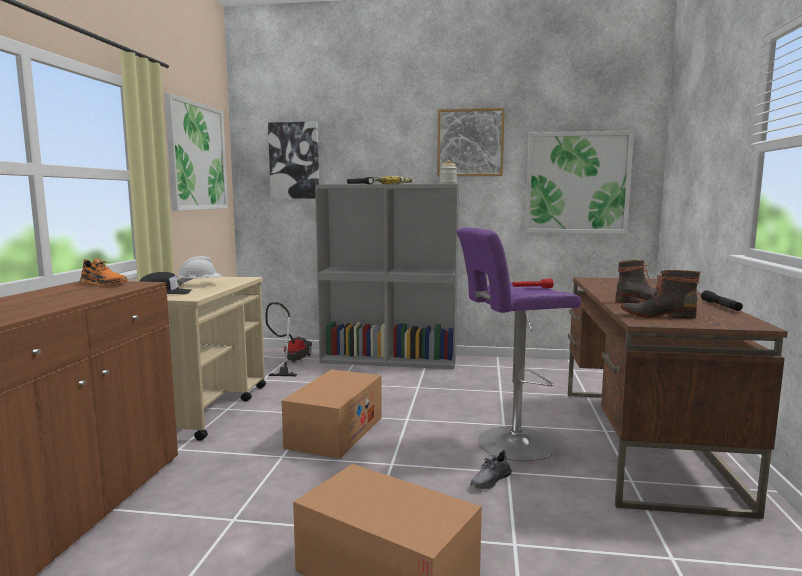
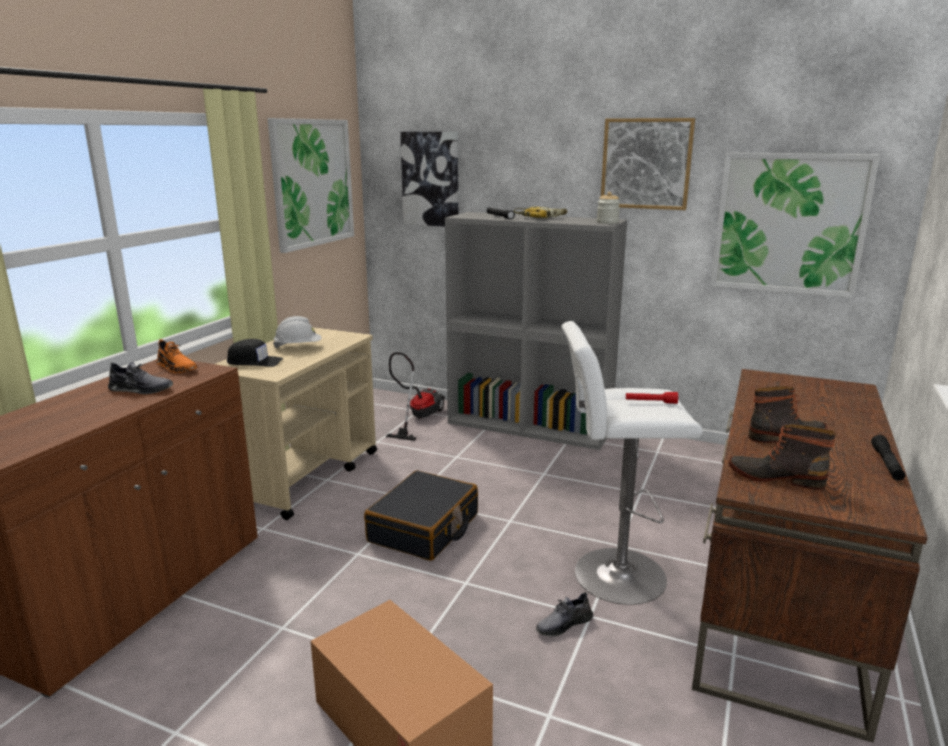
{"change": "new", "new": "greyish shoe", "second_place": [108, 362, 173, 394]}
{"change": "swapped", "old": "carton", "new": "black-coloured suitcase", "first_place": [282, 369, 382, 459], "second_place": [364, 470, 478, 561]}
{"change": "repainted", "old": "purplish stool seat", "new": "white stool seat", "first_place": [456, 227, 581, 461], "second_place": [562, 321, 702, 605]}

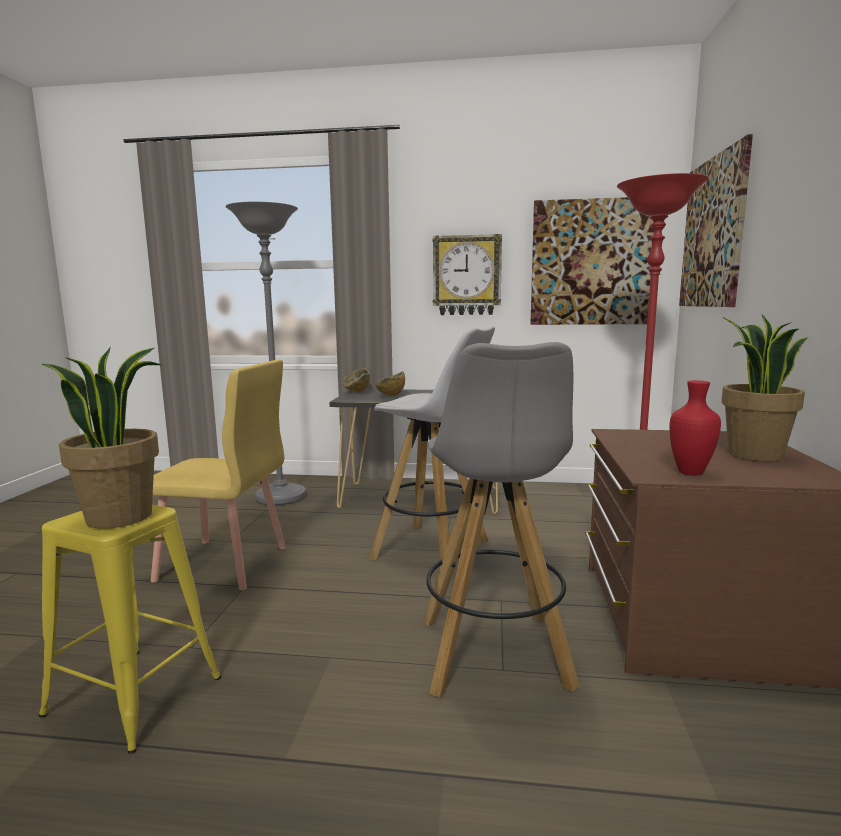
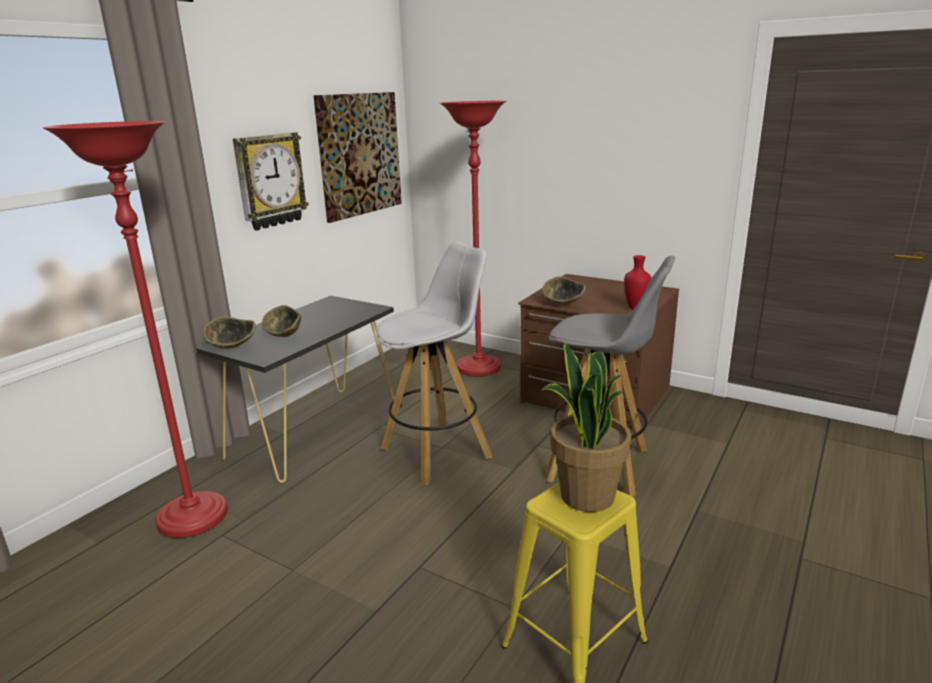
{"change": "repainted", "old": "greyish floor lamp", "new": "red-coloured floor lamp", "first_place": [226, 202, 306, 505], "second_place": [42, 121, 228, 538]}
{"change": "new", "new": "serving bowl", "second_place": [543, 276, 586, 305]}
{"change": "gone", "old": "yellowish chair", "first_place": [151, 360, 286, 590]}
{"change": "gone", "old": "picture", "first_place": [679, 134, 753, 307]}
{"change": "gone", "old": "plant in a pot", "first_place": [721, 315, 808, 461]}

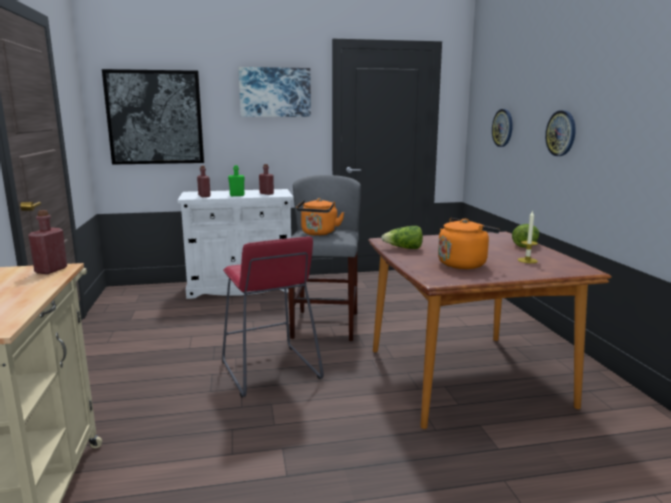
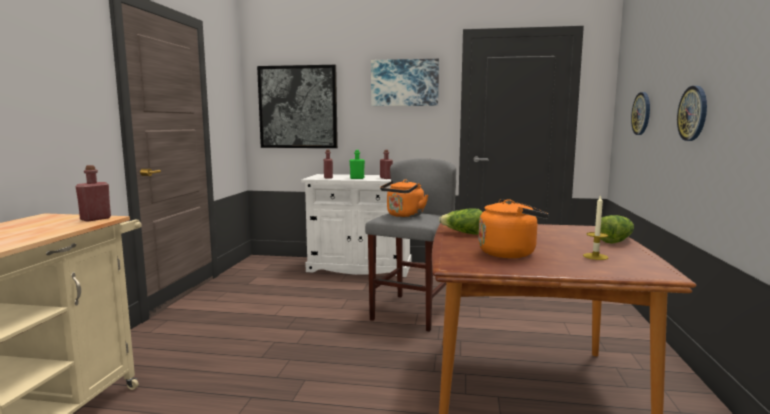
{"change": "gone", "old": "red-coloured stool seat", "first_place": [222, 236, 324, 397]}

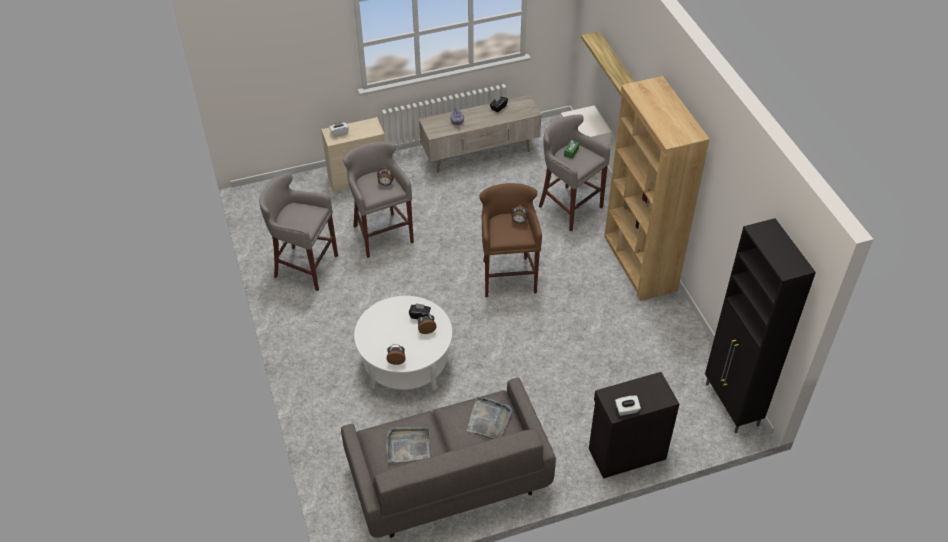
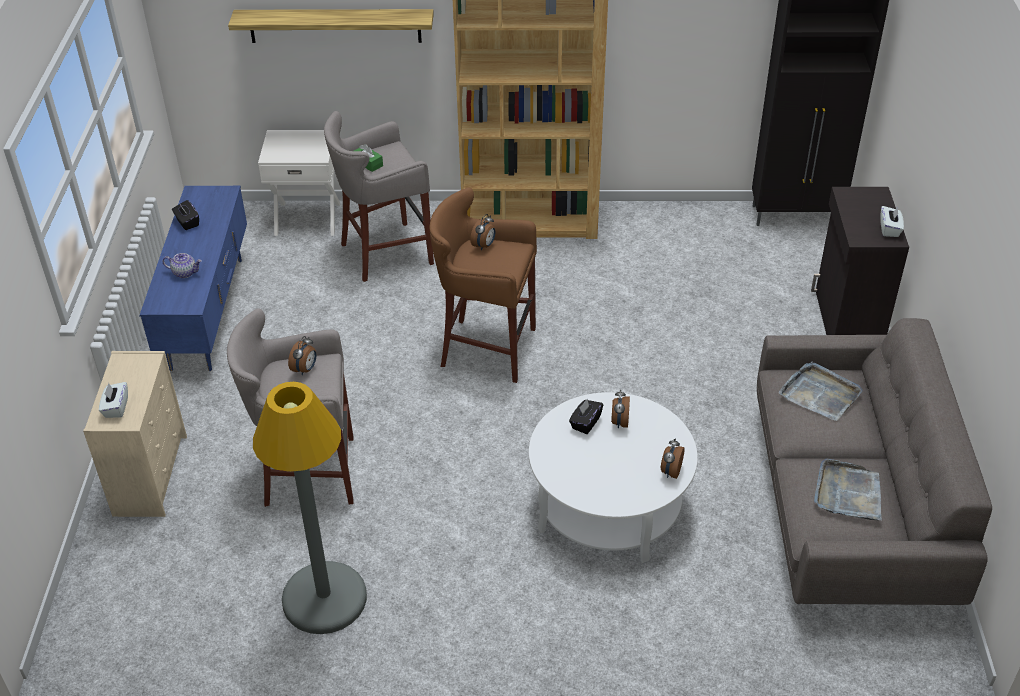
{"change": "repainted", "old": "sand-coloured tv unit", "new": "blue-coloured tv unit", "first_place": [419, 95, 542, 173], "second_place": [139, 186, 247, 371]}
{"change": "swapped", "old": "greyish stool seat", "new": "greyish floor lamp", "first_place": [259, 172, 338, 291], "second_place": [253, 382, 367, 634]}

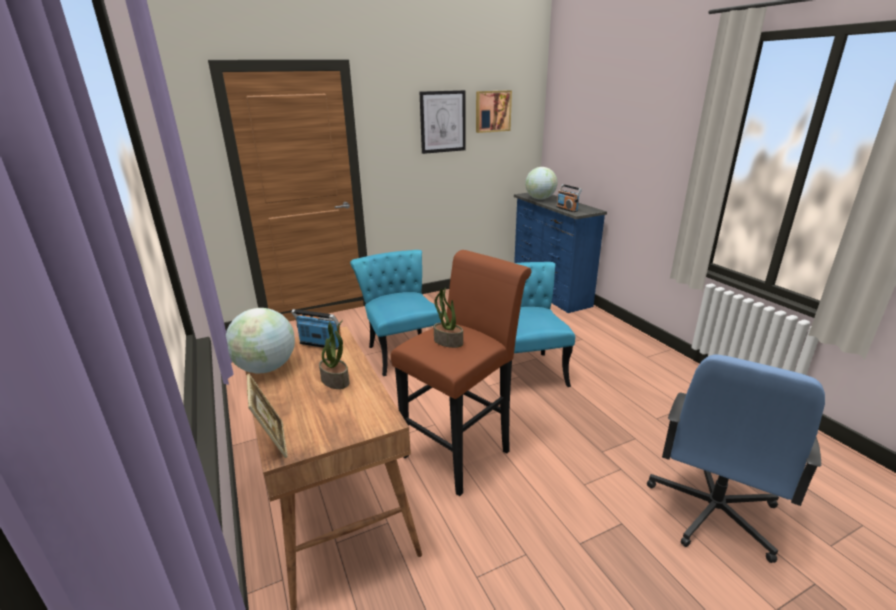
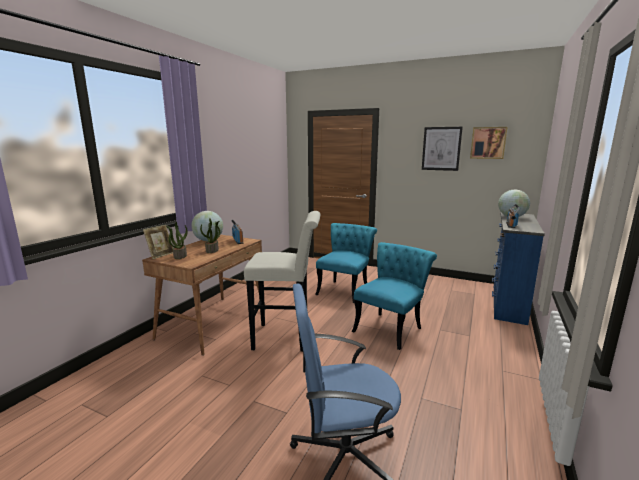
{"change": "shifted", "old": "plant in a pot", "first_place": [434, 288, 463, 348], "second_place": [166, 222, 188, 259]}
{"change": "repainted", "old": "brown stool seat", "new": "white stool seat", "first_place": [391, 250, 532, 496], "second_place": [244, 211, 321, 352]}

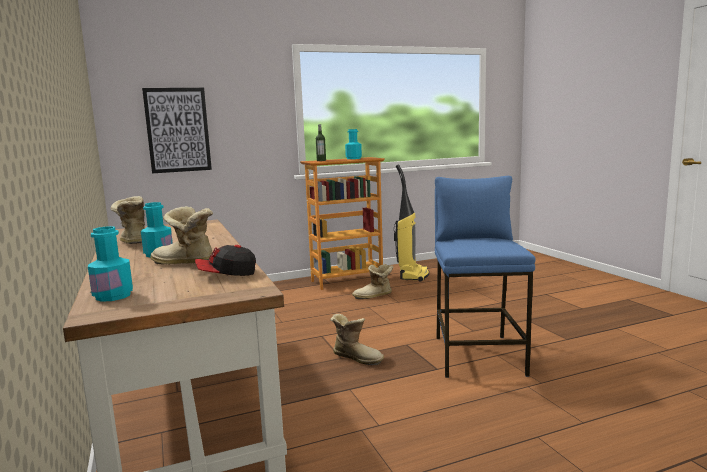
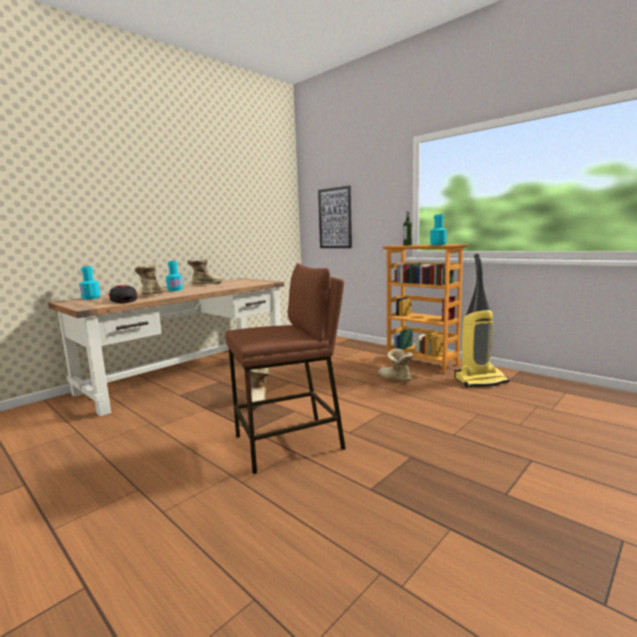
{"change": "repainted", "old": "blue-coloured stool seat", "new": "brown stool seat", "first_place": [435, 176, 536, 378], "second_place": [225, 263, 346, 474]}

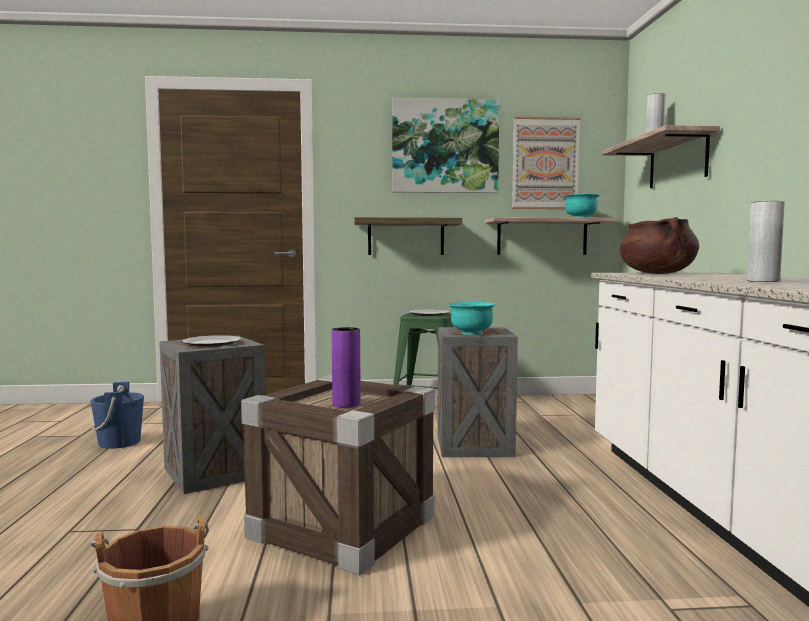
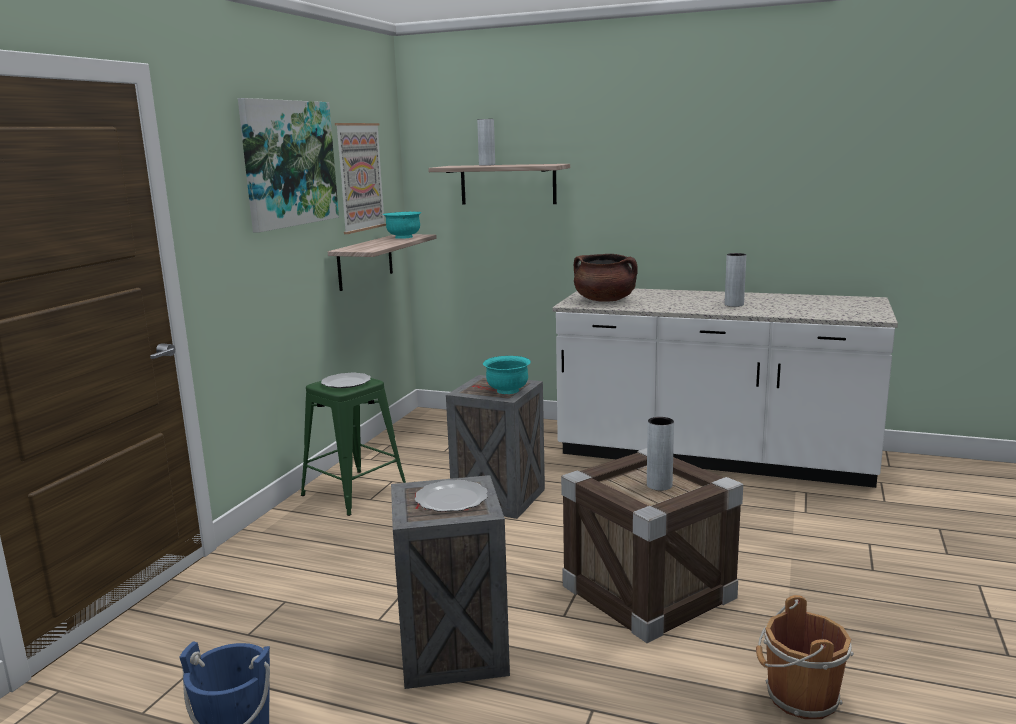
{"change": "repainted", "old": "purplish flower vase", "new": "greyish flower vase", "first_place": [332, 327, 361, 408], "second_place": [647, 417, 674, 491]}
{"change": "gone", "old": "shelf", "first_place": [354, 217, 462, 255]}

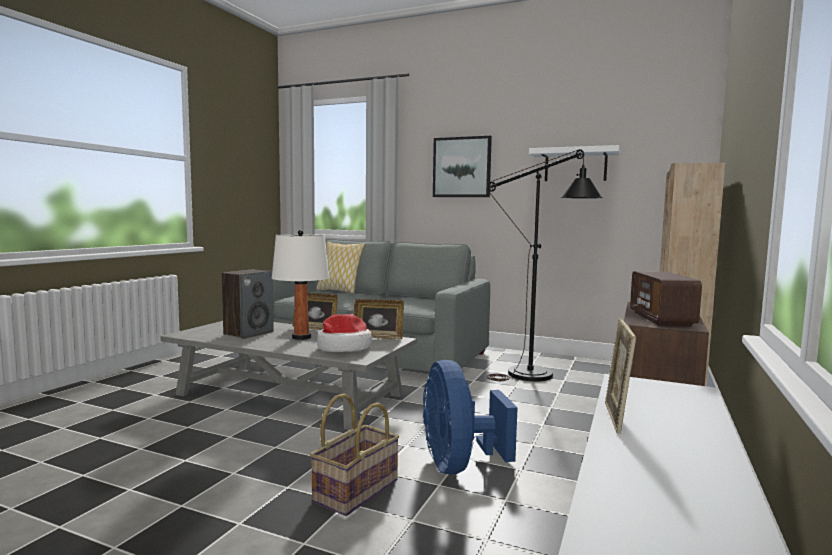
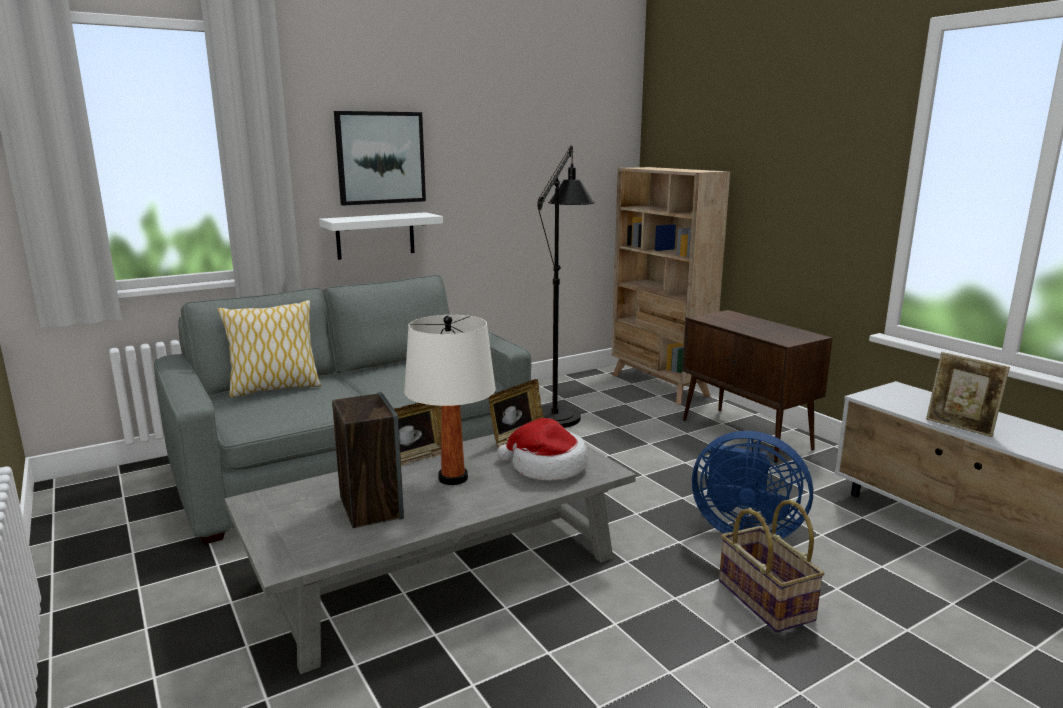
{"change": "shifted", "old": "white shelf", "first_place": [529, 145, 620, 181], "second_place": [319, 212, 443, 260]}
{"change": "gone", "old": "radio receiver", "first_place": [630, 271, 702, 326]}

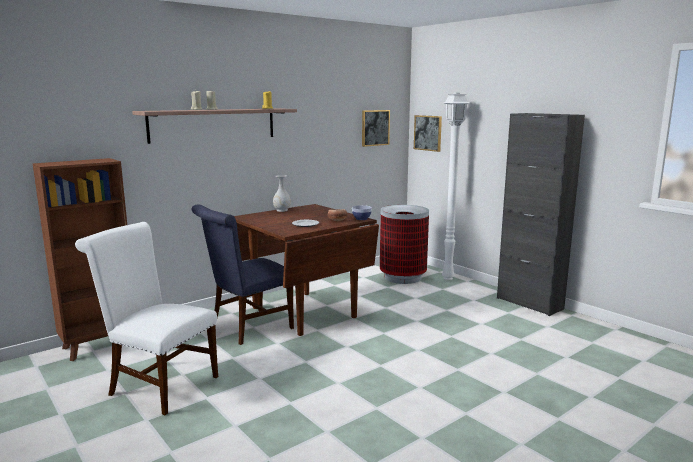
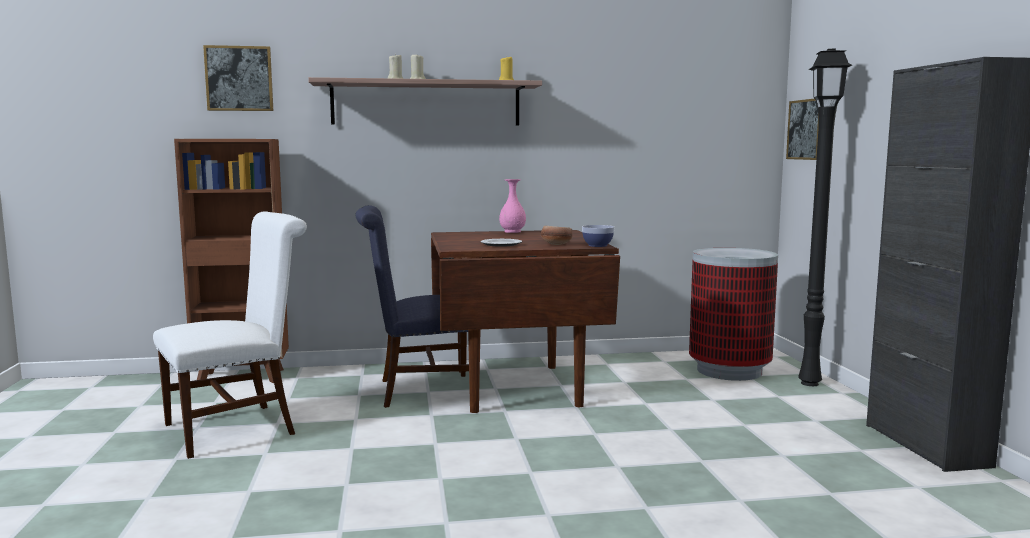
{"change": "rotated", "old": "white chair", "first_place": [75, 222, 218, 415], "second_place": [153, 211, 307, 459], "degrees": 90}
{"change": "shifted", "old": "picture", "first_place": [362, 110, 390, 147], "second_place": [203, 45, 273, 111]}
{"change": "repainted", "old": "white flower vase", "new": "pink-coloured flower vase", "first_place": [273, 175, 291, 212], "second_place": [499, 179, 526, 233]}
{"change": "repainted", "old": "white floor lamp", "new": "black-coloured floor lamp", "first_place": [442, 93, 469, 280], "second_place": [798, 49, 852, 386]}

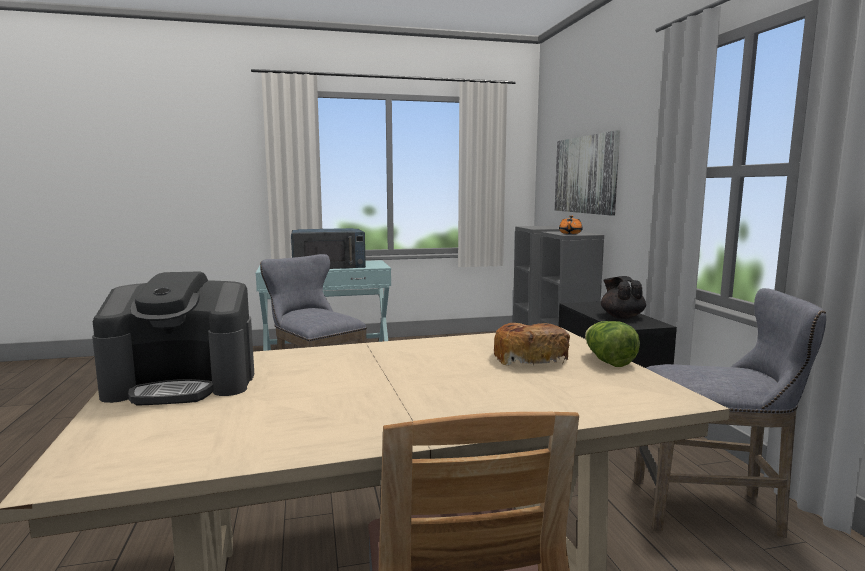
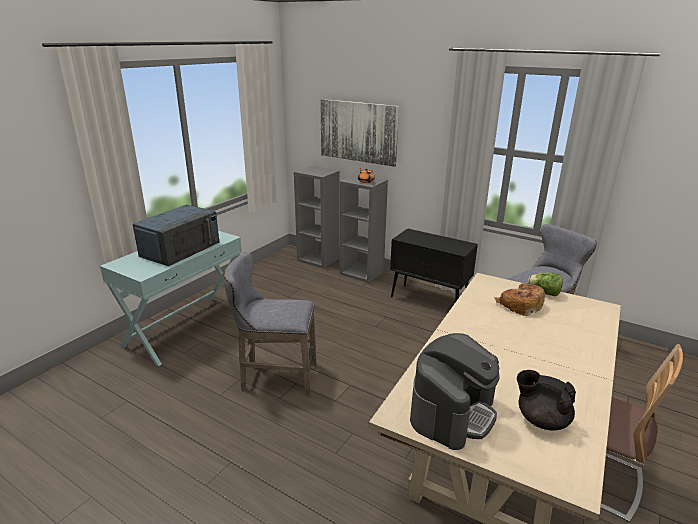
{"change": "shifted", "old": "black-coloured pot for tea", "first_place": [601, 276, 646, 319], "second_place": [517, 370, 576, 431]}

